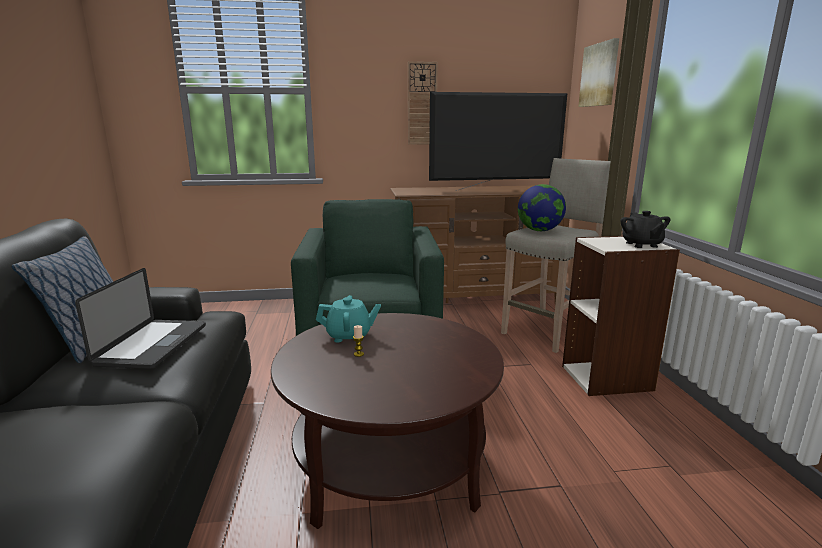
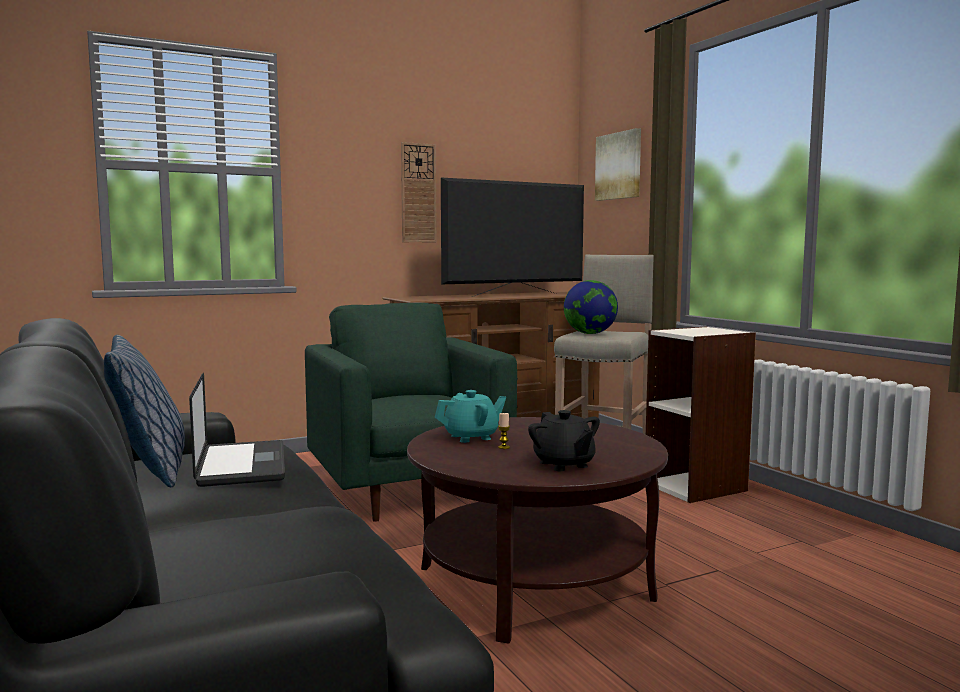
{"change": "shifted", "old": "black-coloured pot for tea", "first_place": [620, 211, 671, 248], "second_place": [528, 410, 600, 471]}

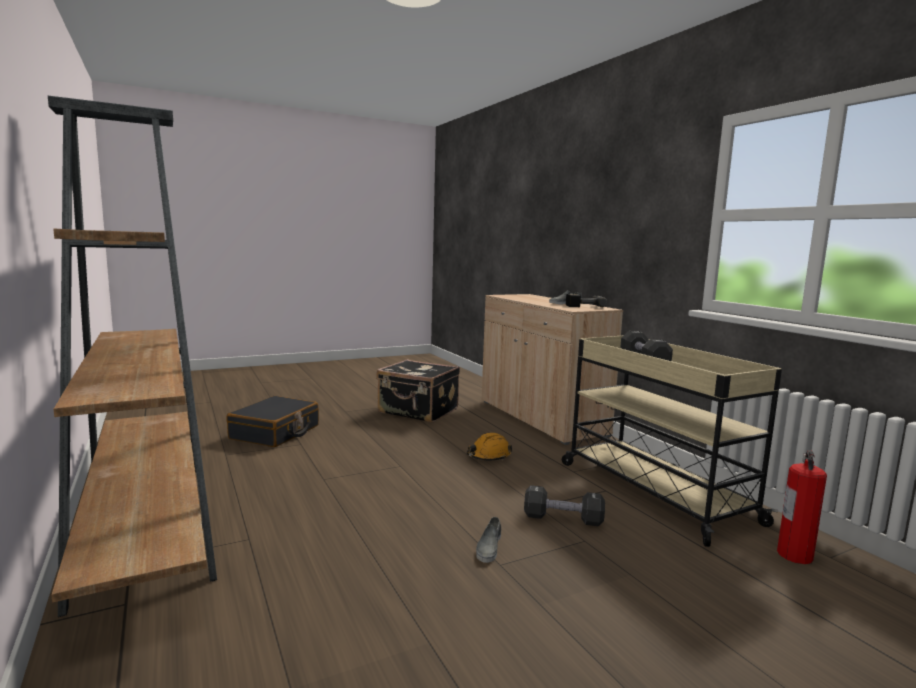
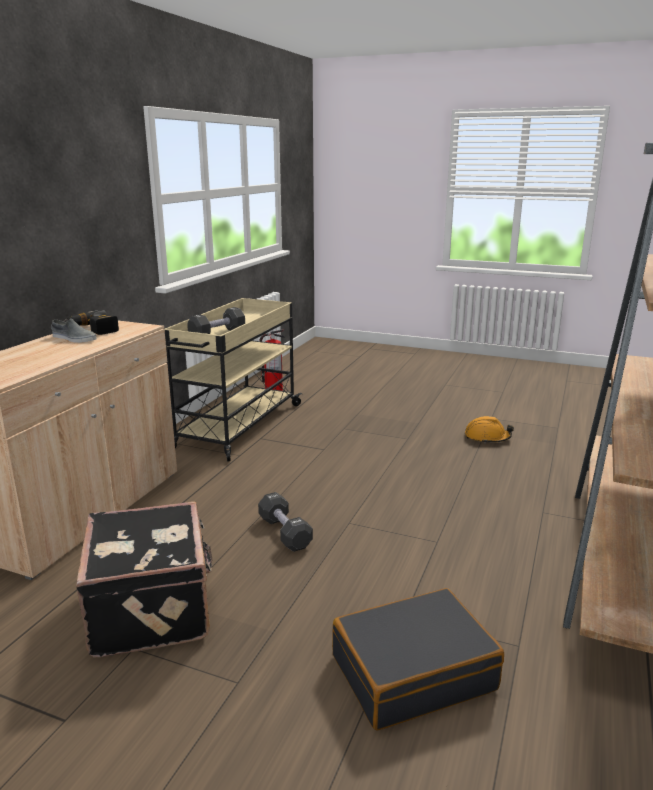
{"change": "shifted", "old": "black-coloured free weight", "first_place": [524, 485, 605, 526], "second_place": [258, 492, 313, 552]}
{"change": "shifted", "old": "orangey work helmet", "first_place": [467, 433, 512, 460], "second_place": [465, 416, 514, 444]}
{"change": "gone", "old": "greyish shoe", "first_place": [476, 517, 501, 563]}

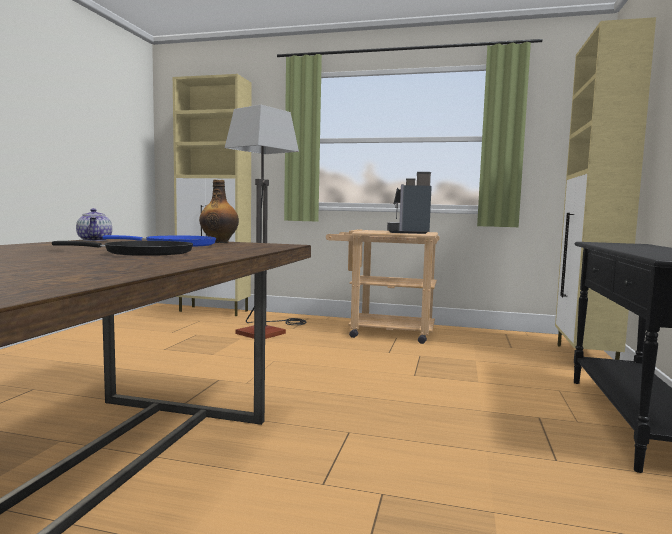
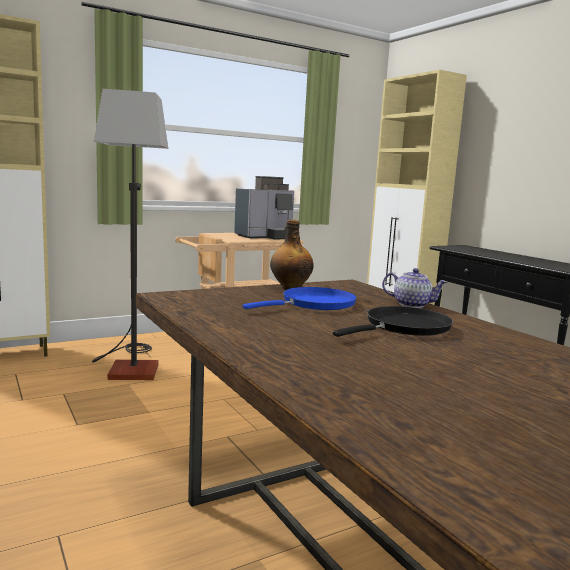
{"change": "rotated", "old": "coffee maker", "first_place": [387, 172, 432, 234], "second_place": [234, 176, 294, 240], "degrees": -90}
{"change": "shifted", "old": "pot for tea", "first_place": [76, 208, 112, 241], "second_place": [382, 268, 447, 308]}

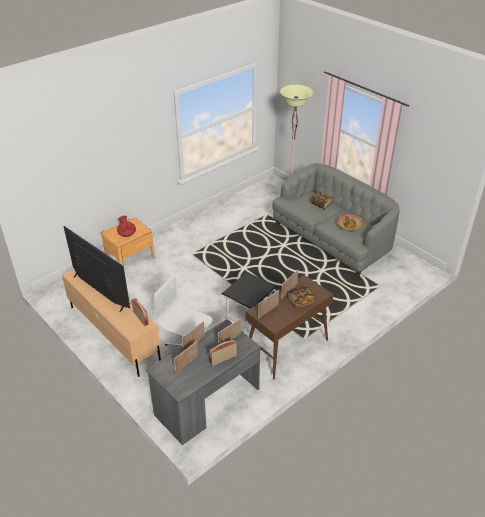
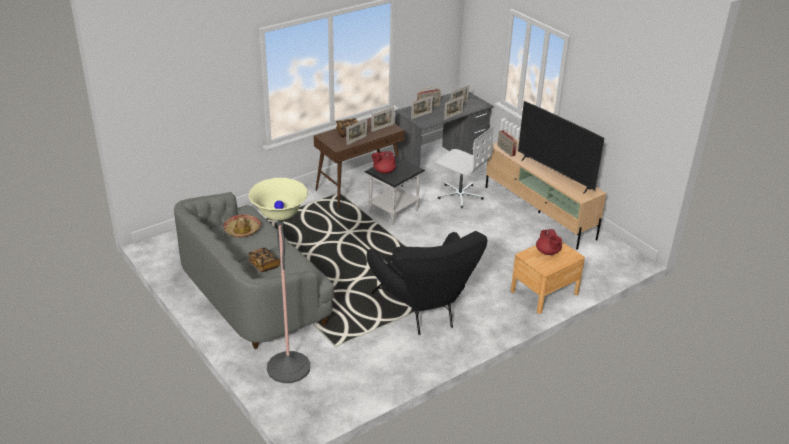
{"change": "new", "new": "black-coloured lounge chair", "second_place": [367, 231, 487, 335]}
{"change": "new", "new": "red-coloured pot for tea", "second_place": [372, 151, 396, 174]}

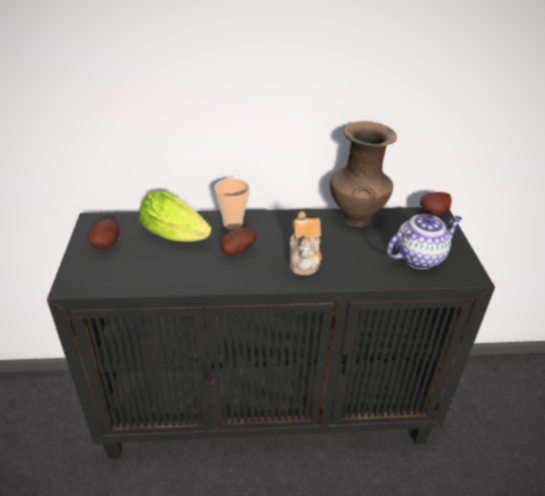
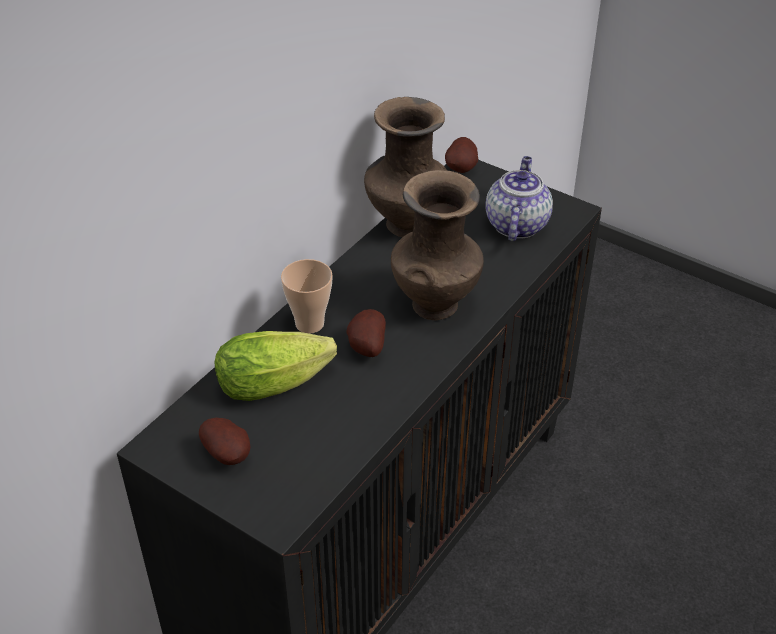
{"change": "swapped", "old": "pot for tea", "new": "brown flower vase", "first_place": [290, 211, 322, 275], "second_place": [391, 170, 484, 320]}

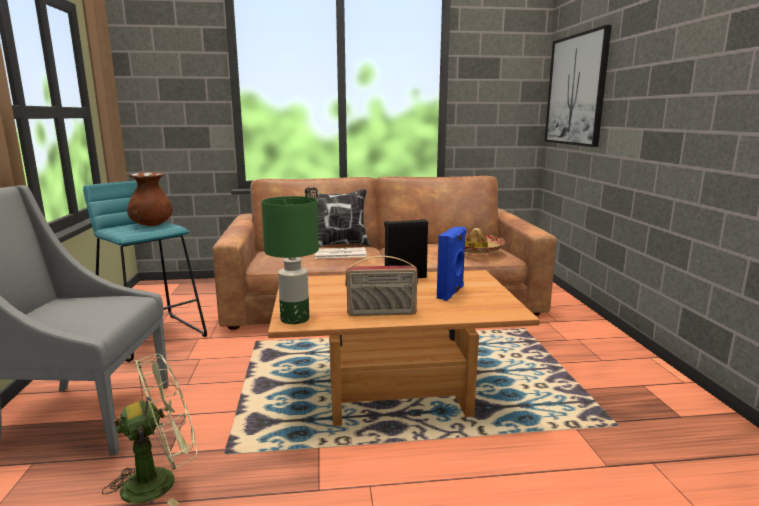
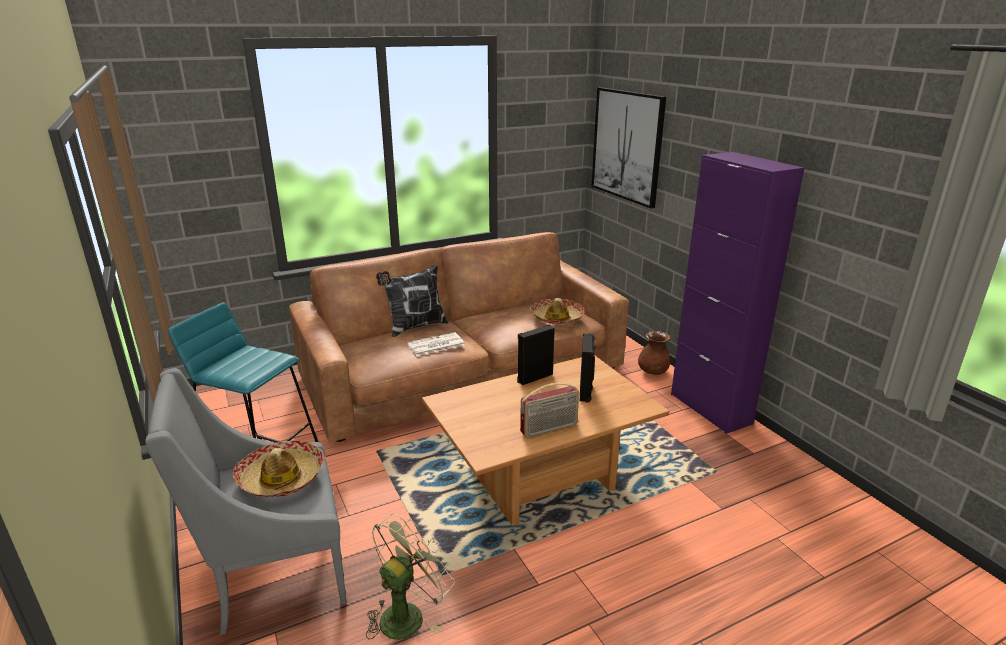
{"change": "new", "new": "clothing hat", "second_place": [233, 441, 324, 497]}
{"change": "repainted", "old": "blue-coloured loudspeaker", "new": "black-coloured loudspeaker", "first_place": [437, 227, 466, 301], "second_place": [580, 333, 596, 403]}
{"change": "shifted", "old": "brown flower vase", "first_place": [127, 172, 173, 226], "second_place": [638, 331, 671, 375]}
{"change": "new", "new": "purplish cupboard", "second_place": [671, 152, 804, 434]}
{"change": "gone", "old": "green table lamp", "first_place": [261, 196, 319, 324]}

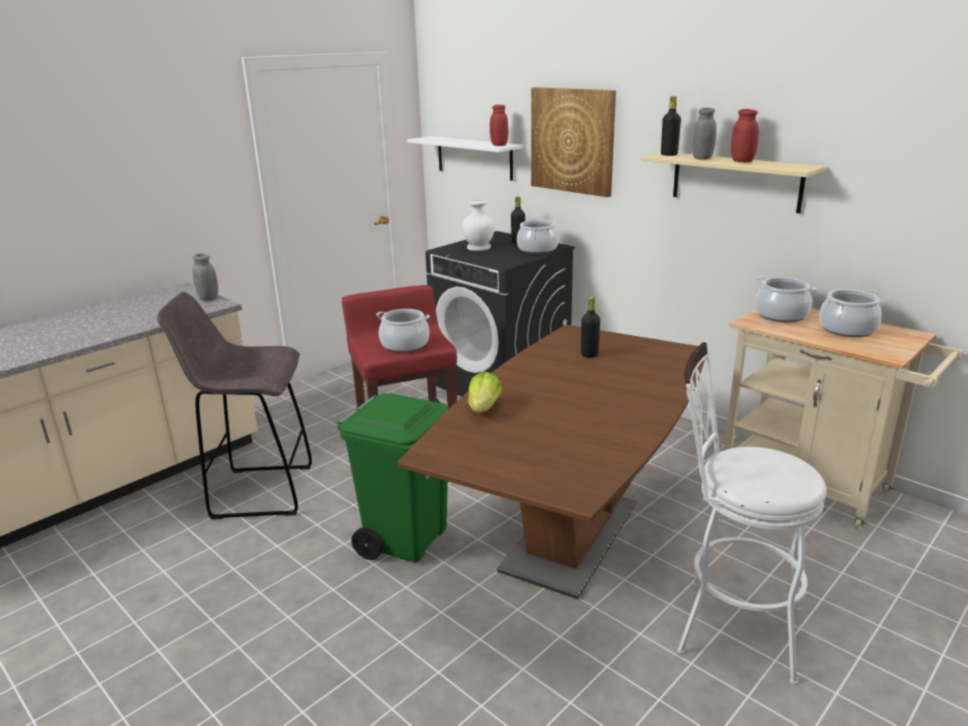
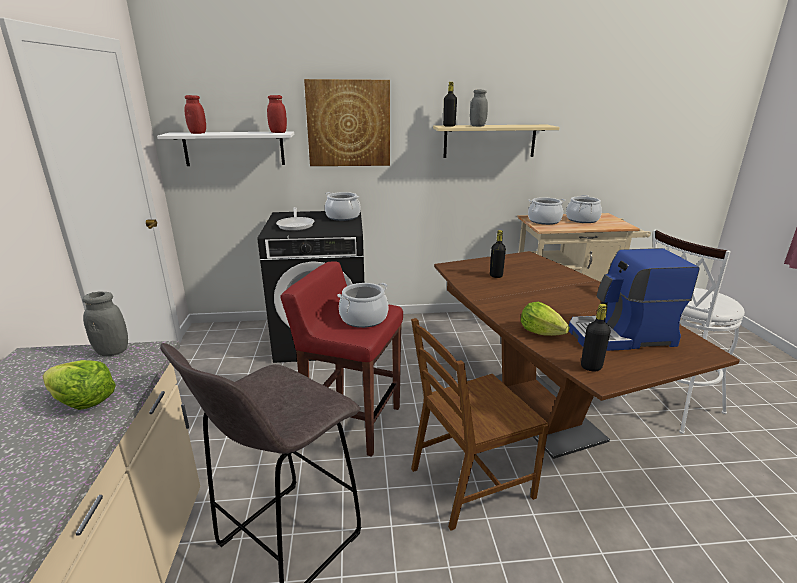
{"change": "new", "new": "head of lettuce", "second_place": [42, 360, 116, 410]}
{"change": "shifted", "old": "red-coloured jar", "first_place": [731, 109, 759, 162], "second_place": [184, 95, 206, 134]}
{"change": "swapped", "old": "white flower vase", "new": "pan", "first_place": [462, 199, 495, 251], "second_place": [276, 207, 314, 231]}
{"change": "swapped", "old": "green trash can", "new": "brown chair", "first_place": [336, 393, 449, 562], "second_place": [411, 318, 549, 531]}
{"change": "new", "new": "coffee maker", "second_place": [569, 248, 700, 351]}
{"change": "shifted", "old": "black-coloured bottle", "first_place": [511, 197, 525, 244], "second_place": [581, 304, 611, 371]}

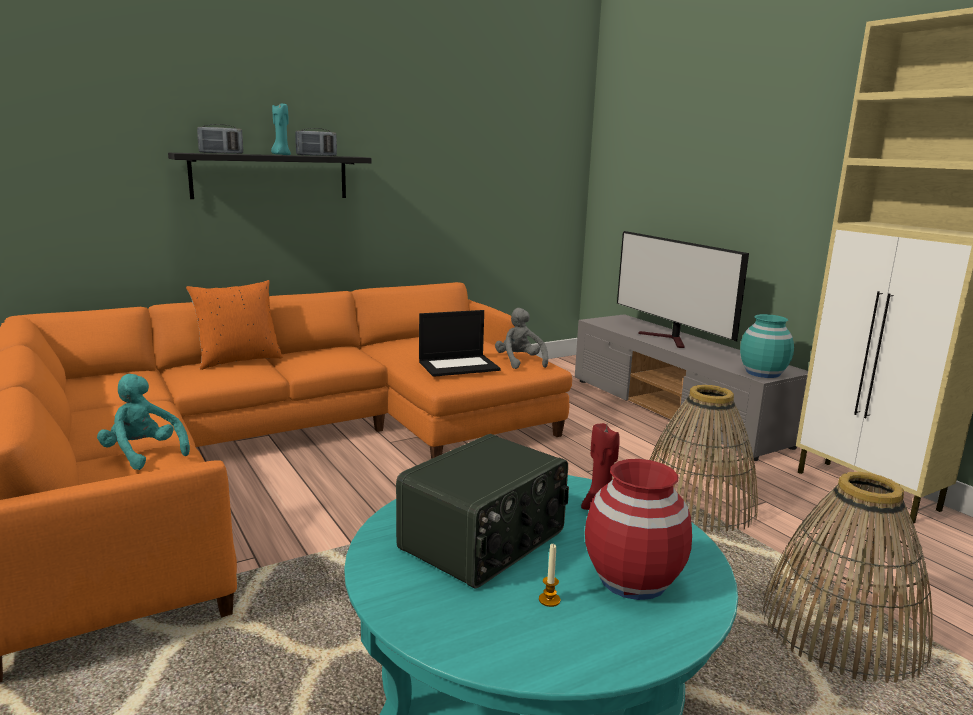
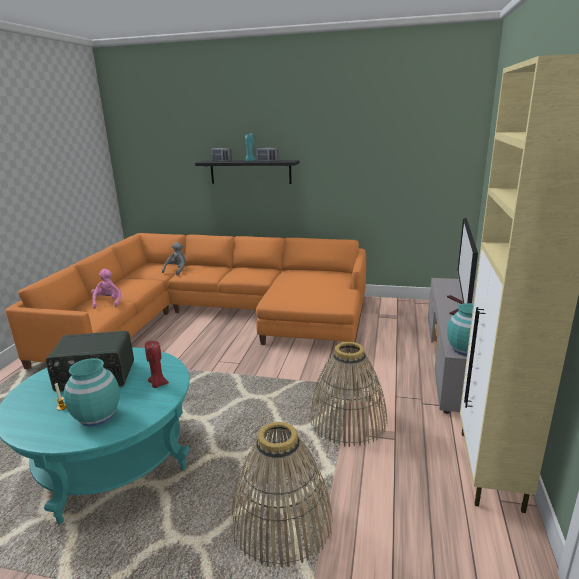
{"change": "repainted", "old": "red-coloured flower vase", "new": "turquoise-coloured flower vase", "first_place": [585, 459, 692, 600], "second_place": [64, 358, 120, 427]}
{"change": "repainted", "old": "turquoise-coloured cuddly toy", "new": "pink-coloured cuddly toy", "first_place": [97, 374, 190, 470], "second_place": [91, 269, 121, 309]}
{"change": "shifted", "old": "greyish cuddly toy", "first_place": [495, 308, 548, 369], "second_place": [162, 242, 186, 276]}
{"change": "gone", "old": "orangey cushion", "first_place": [186, 280, 283, 370]}
{"change": "gone", "old": "notebook computer", "first_place": [419, 310, 501, 377]}

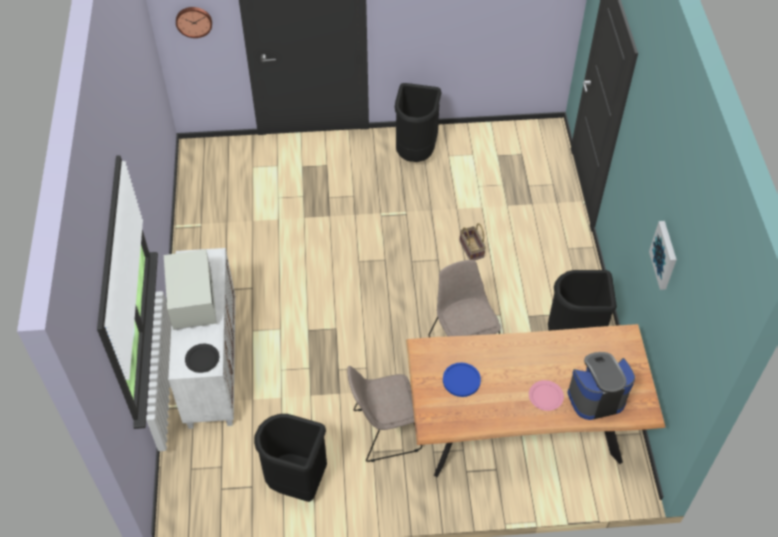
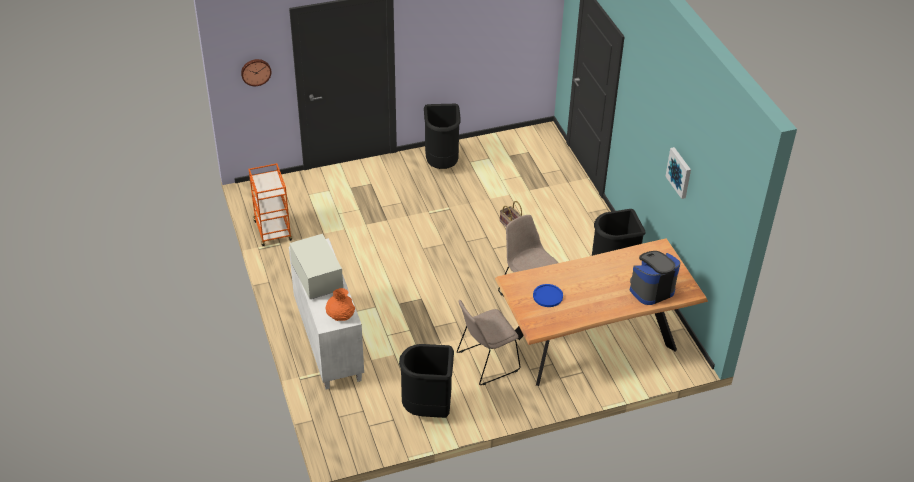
{"change": "new", "new": "orangey cart", "second_place": [249, 163, 292, 246]}
{"change": "swapped", "old": "black-coloured flat dish", "new": "orangey flower vase", "first_place": [185, 344, 219, 373], "second_place": [326, 288, 355, 321]}
{"change": "gone", "old": "pink-coloured flat dish", "first_place": [529, 380, 564, 411]}

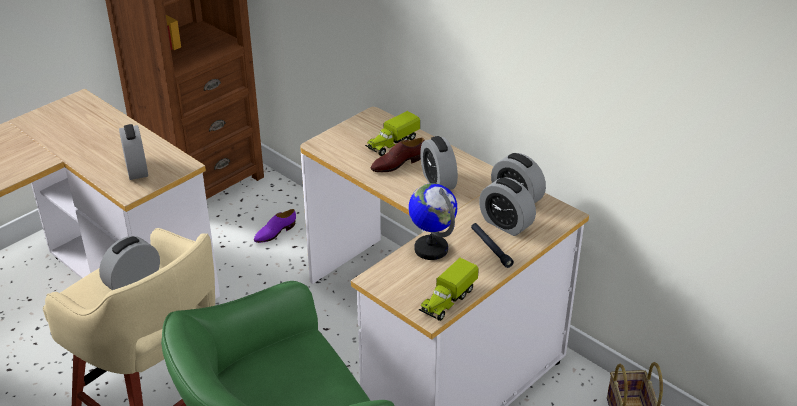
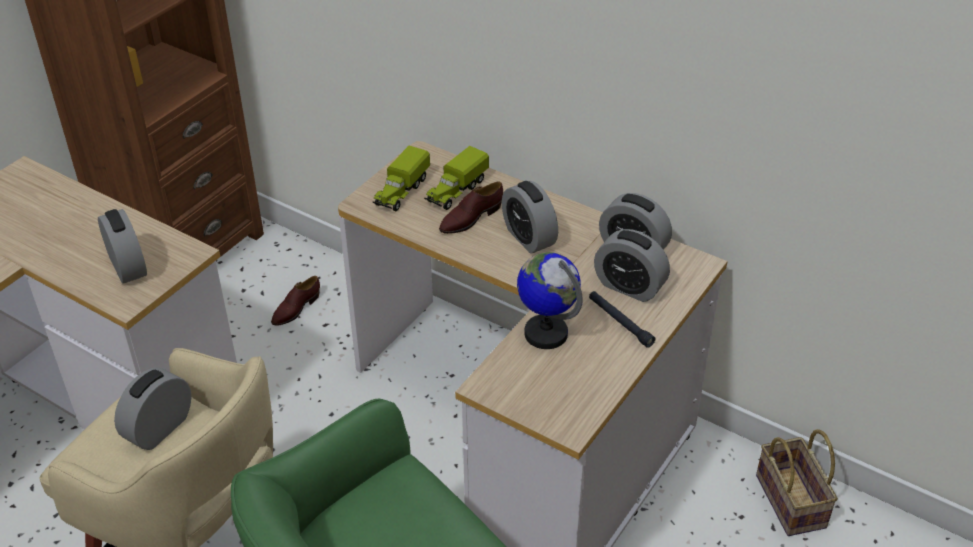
{"change": "repainted", "old": "purplish shoe", "new": "brown shoe", "first_place": [254, 209, 296, 243], "second_place": [271, 276, 320, 326]}
{"change": "shifted", "old": "toy lorry", "first_place": [419, 258, 479, 321], "second_place": [372, 146, 430, 211]}

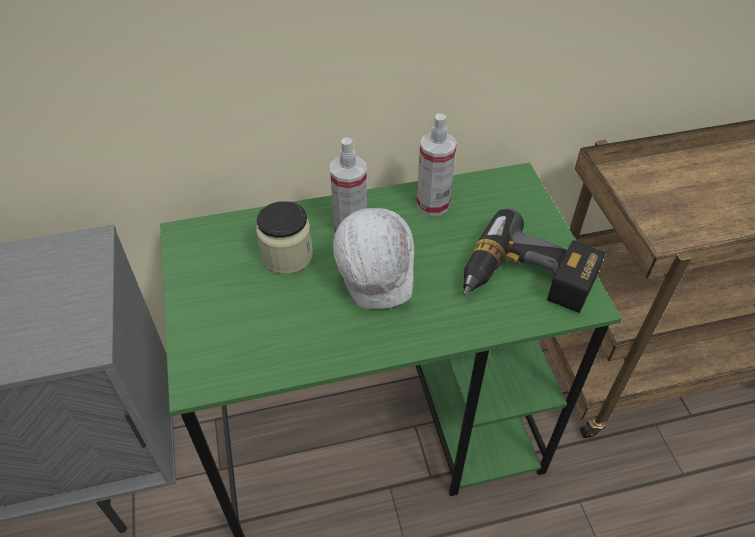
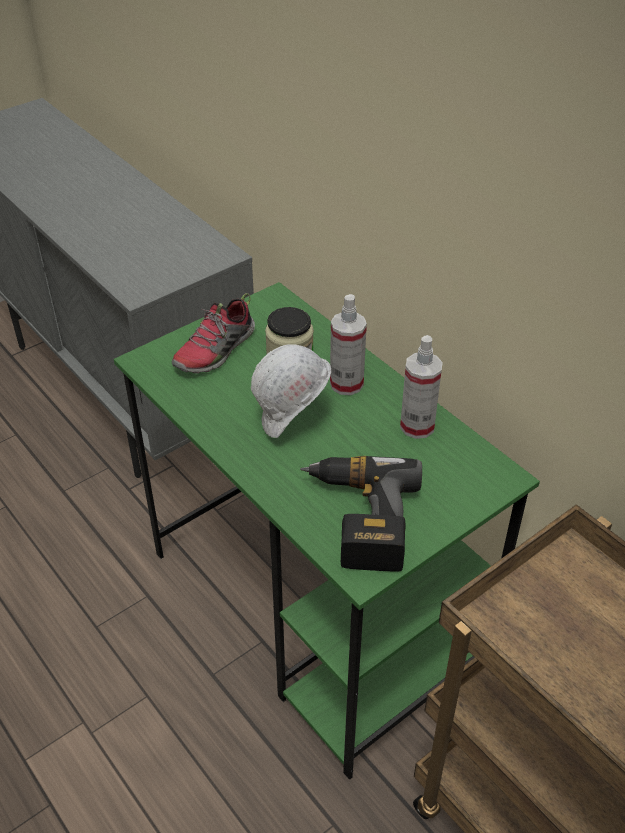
{"change": "new", "new": "shoe", "second_place": [172, 293, 255, 374]}

